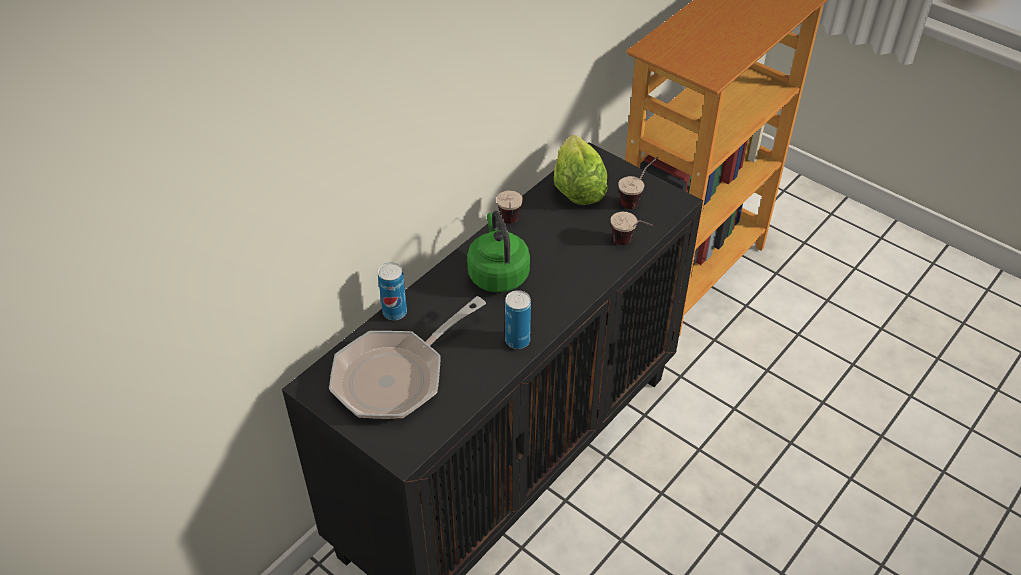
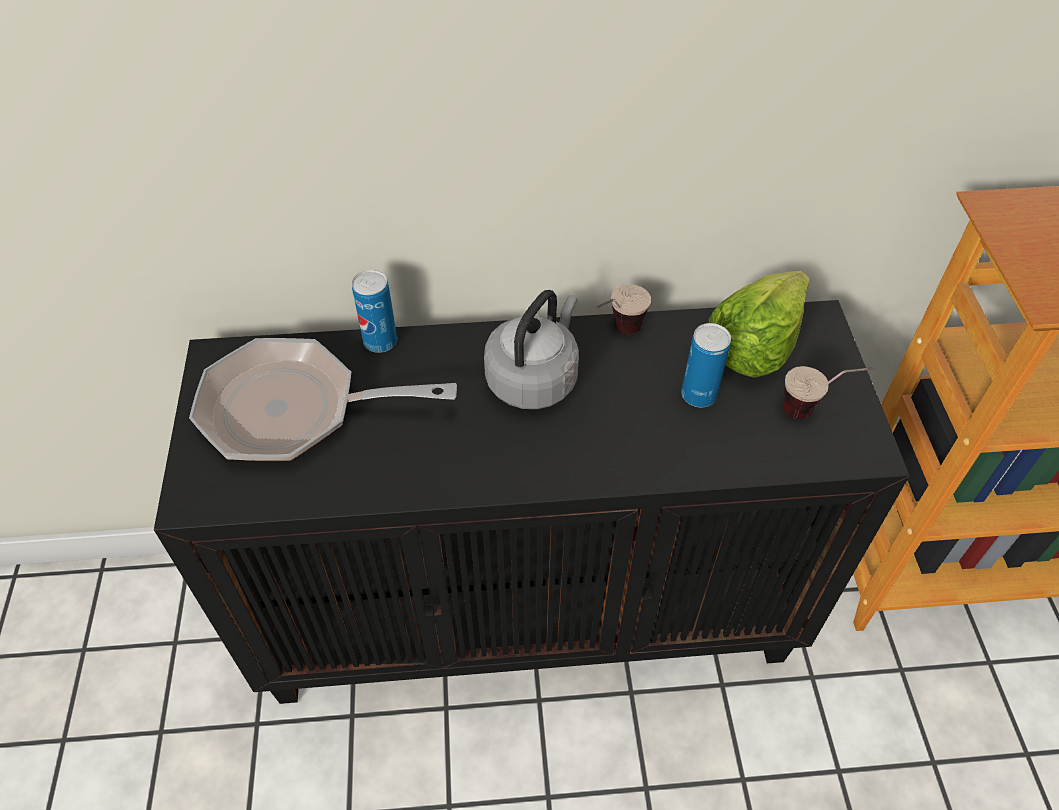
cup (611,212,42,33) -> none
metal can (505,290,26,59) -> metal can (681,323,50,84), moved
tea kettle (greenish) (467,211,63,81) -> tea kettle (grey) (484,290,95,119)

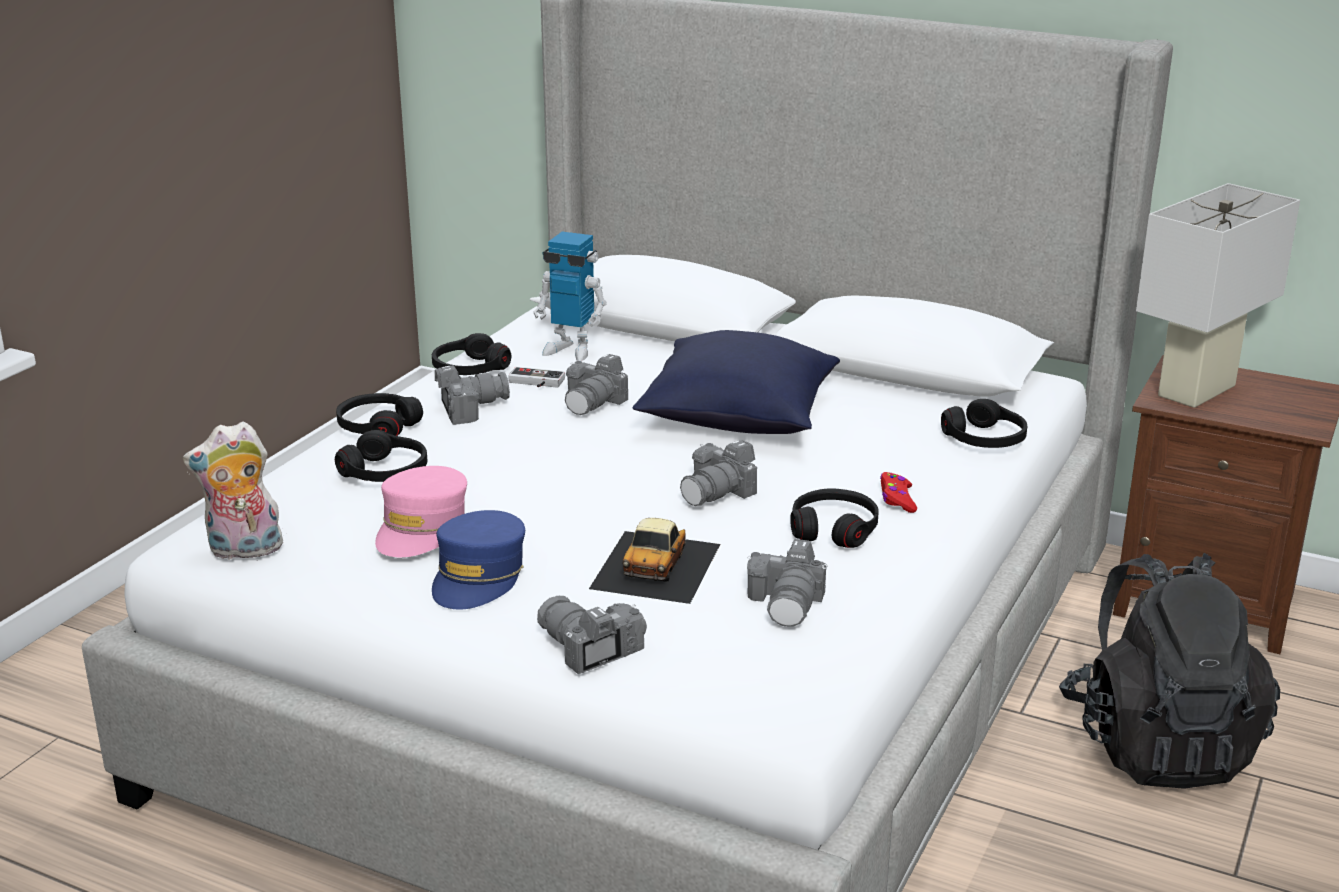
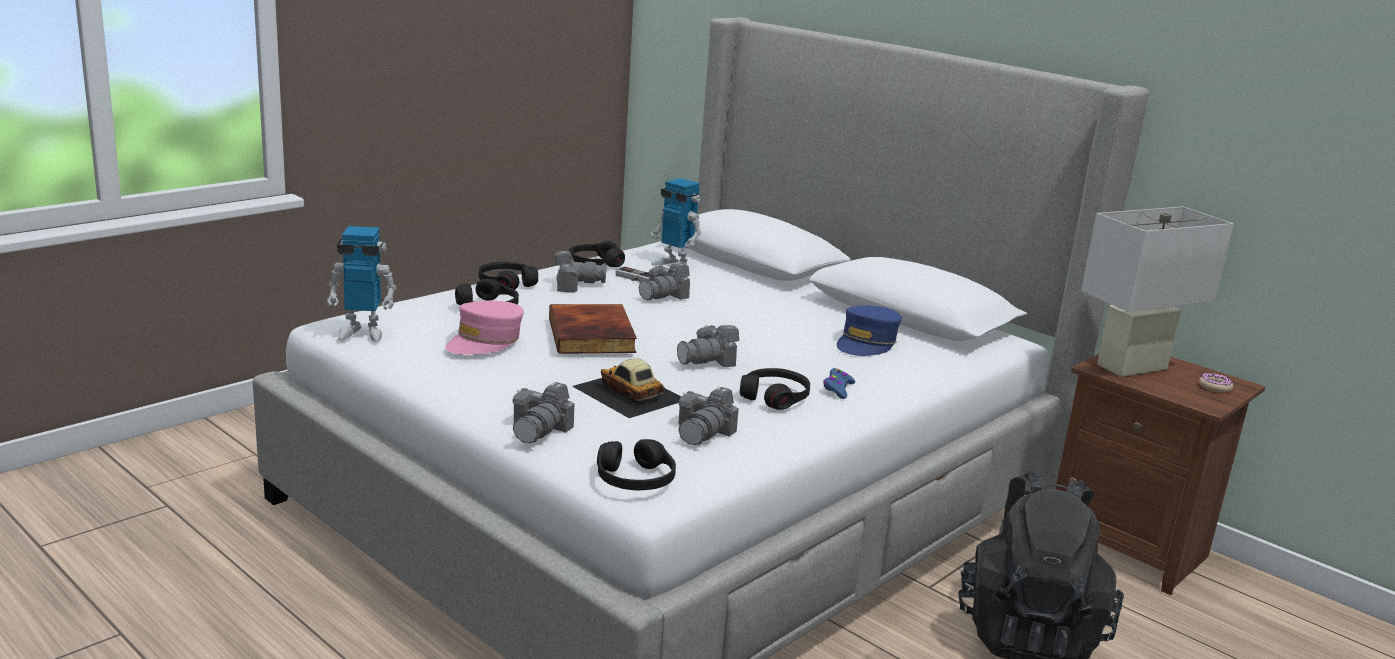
throw pillow (blue-coloured) (632,330,208,104) -> none
none -> volume (549,304,88,50)
none -> ring doughnut (1199,373,34,20)
cap (blue-coloured) (432,510,93,99) -> cap (blue-coloured) (837,305,65,51), moved
headset (black-coloured) (941,399,86,49) -> headset (black-coloured) (597,439,79,51), moved
cuddly toy (183,421,100,139) -> model robot (326,226,70,116)
game controller (red-coloured) (880,472,37,41) -> game controller (blue-coloured) (823,368,32,31)
still camera (537,595,110,79) -> still camera (512,382,62,61), 135 degrees counterclockwise
model car (589,518,131,86) -> model car (572,359,109,59), 105 degrees clockwise

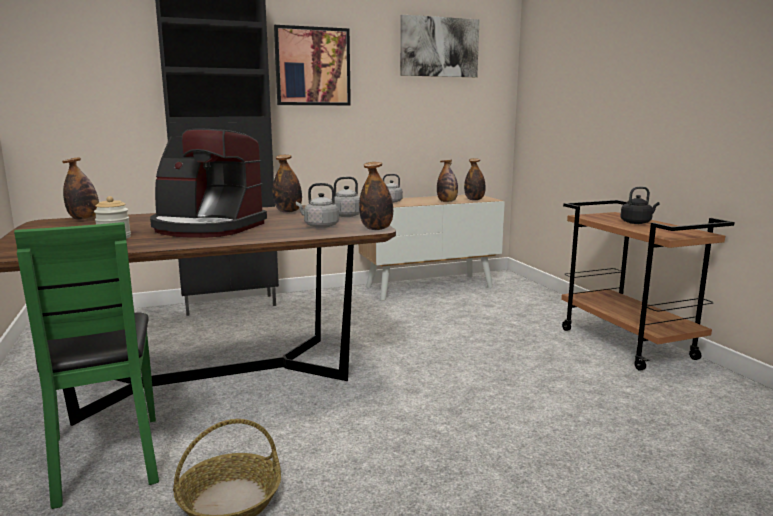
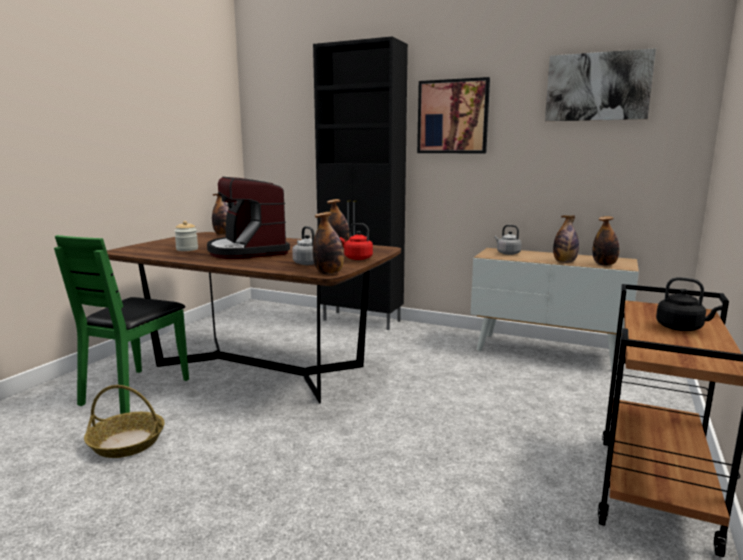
tea kettle (grey) (323,177,37,40) -> tea kettle (red-coloured) (340,223,33,37)

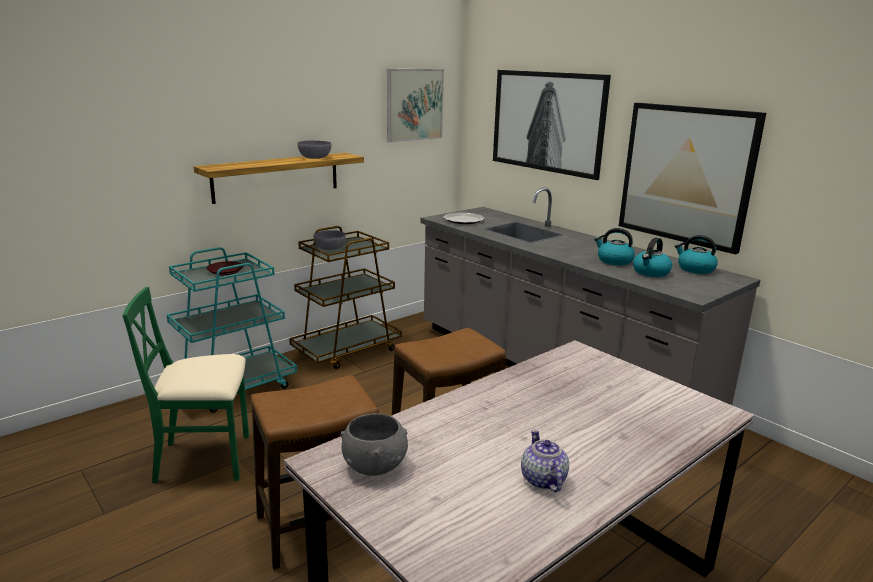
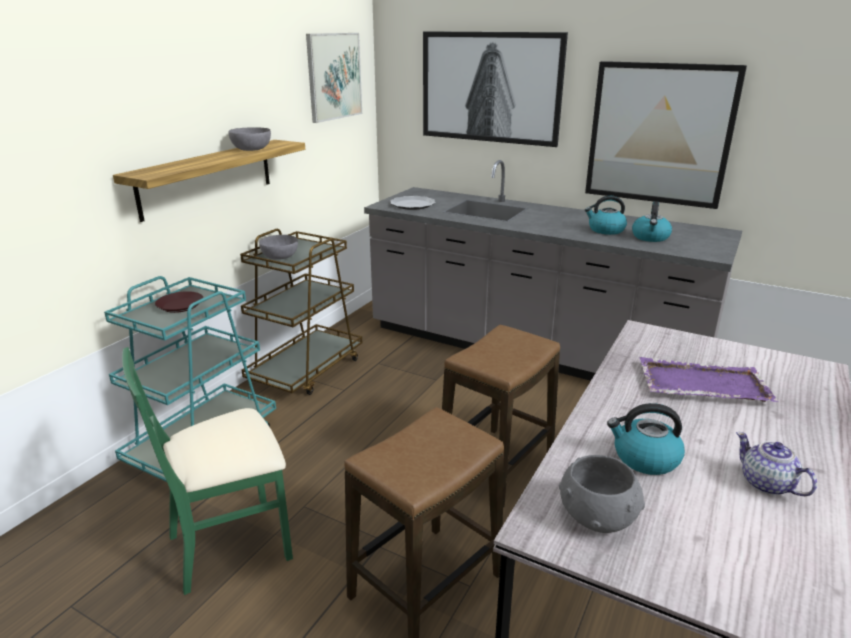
none -> carrying tray (purple) (639,357,140,45)
tea kettle (675,235,43,39) -> tea kettle (607,403,78,72), moved

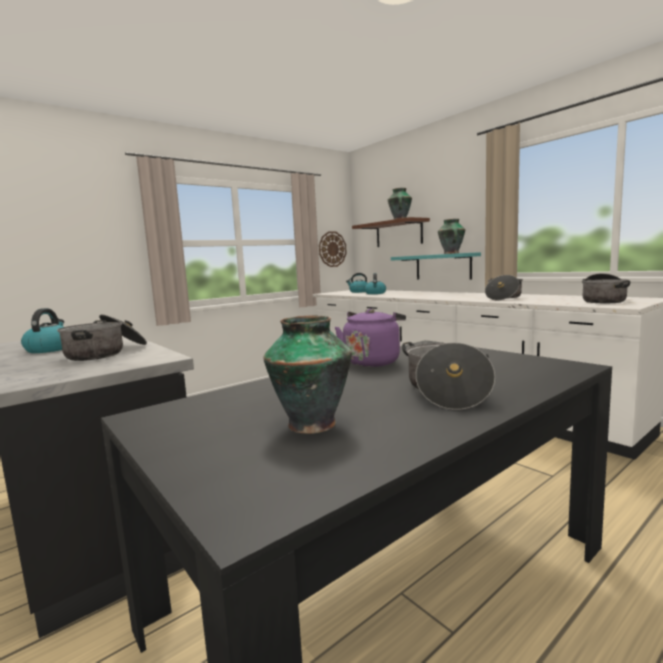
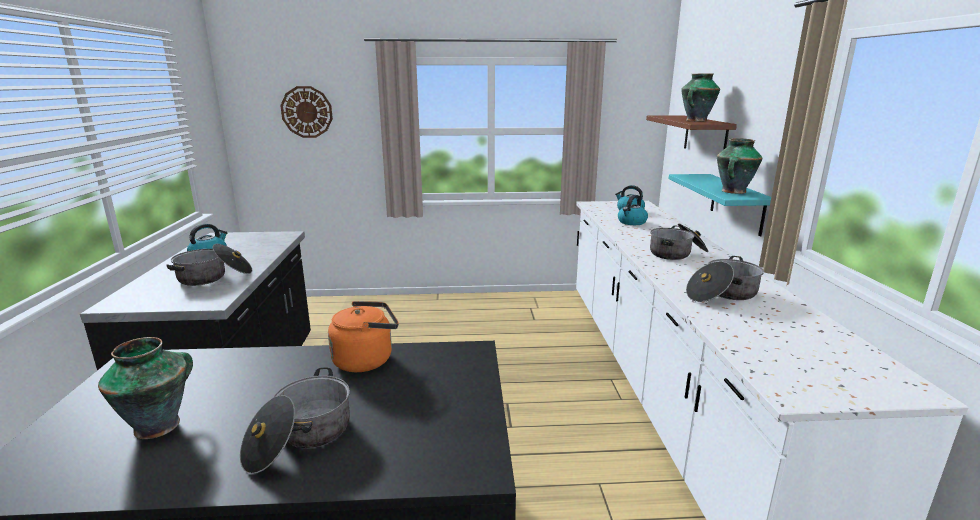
hanging clock (319,231,28,36) -> hanging clock (280,86,53,52), moved
cooking pot (582,273,48,30) -> cooking pot (650,224,58,36), moved
tea kettle (purple) (335,308,71,59) -> tea kettle (orange) (328,301,71,71)

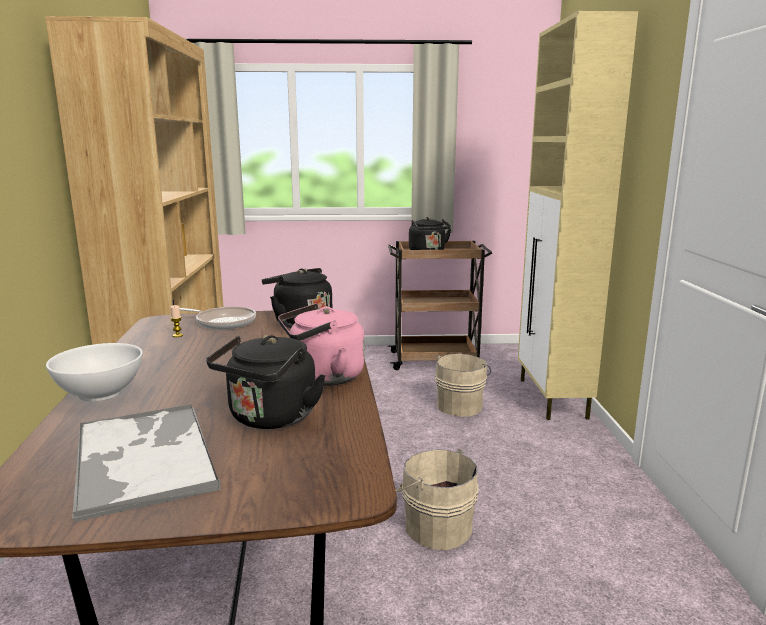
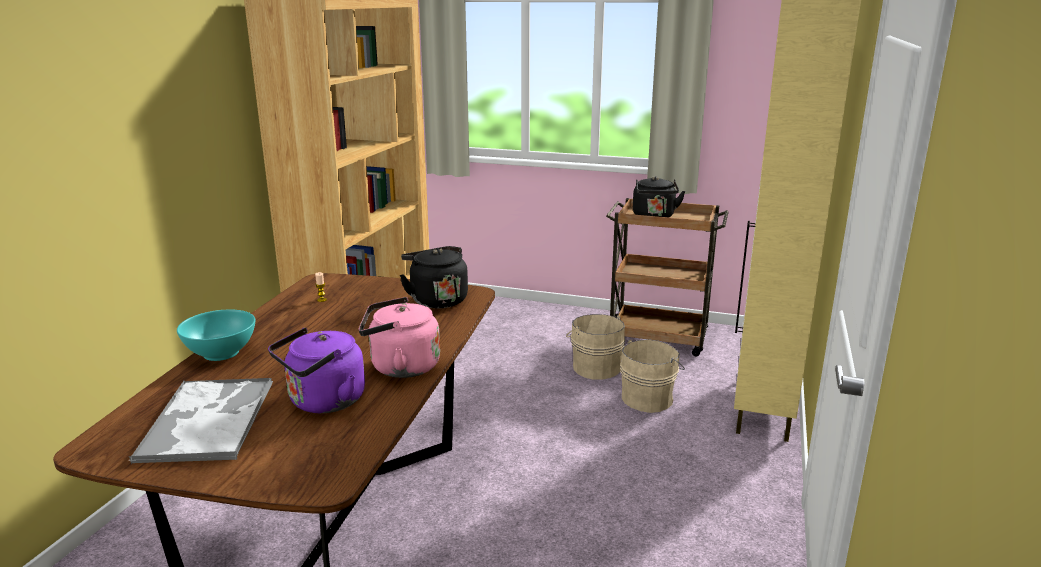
skillet (180,306,76,23) -> none
pail (sand-coloured) (396,449,82,101) -> pail (sand-coloured) (566,314,59,66), moved
deep dish (whitish) (46,343,97,59) -> deep dish (turquoise) (177,310,78,51)
tea kettle (black-coloured) (206,335,120,94) -> tea kettle (purple) (268,327,97,86)

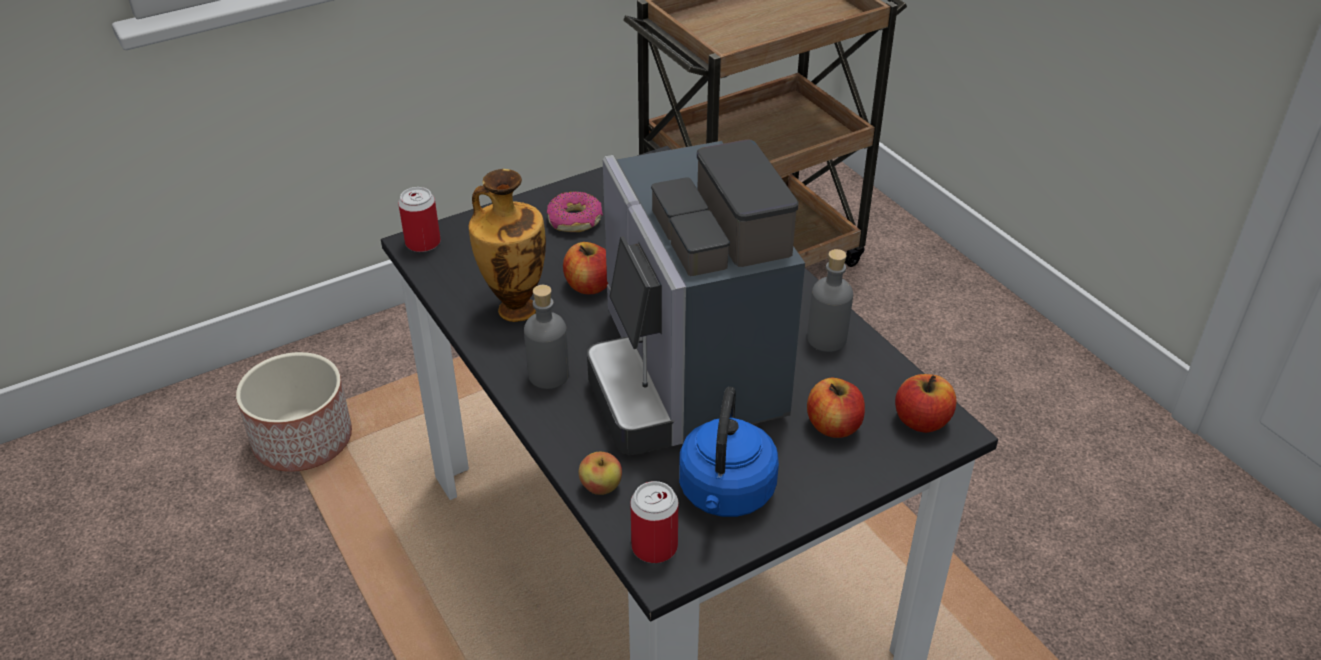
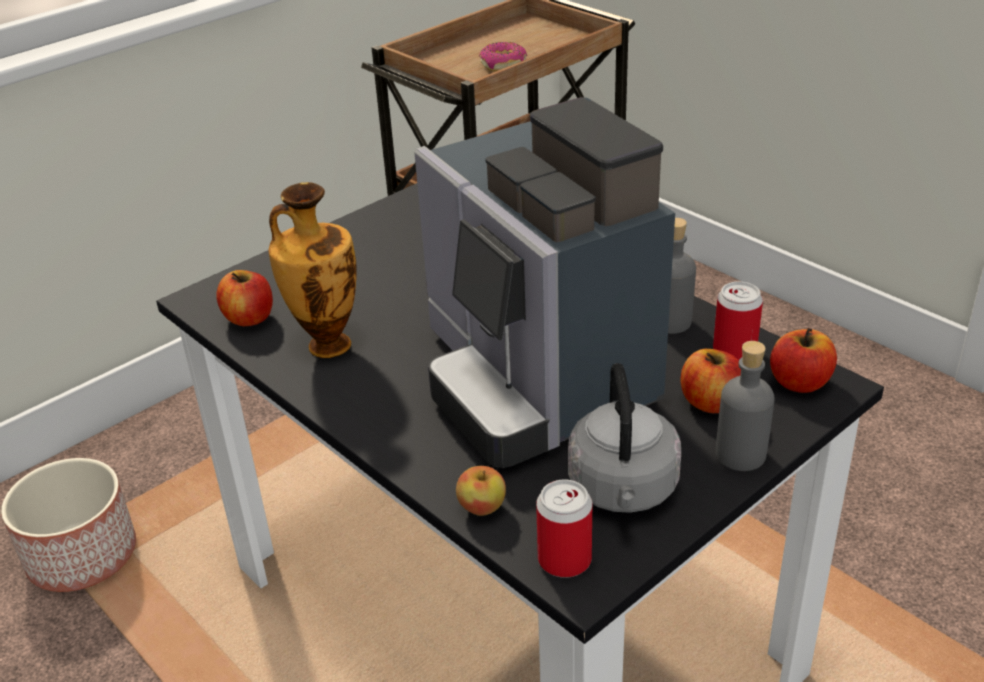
metal can (398,187,43,65) -> metal can (713,281,50,79), moved
beverage bottle (grey) (524,285,45,104) -> beverage bottle (grey) (716,341,59,130), moved
ring doughnut (547,191,56,41) -> ring doughnut (479,42,48,29), moved
whole apple (563,242,45,52) -> whole apple (216,270,57,56), moved
tea kettle (blue-coloured) (679,387,100,130) -> tea kettle (grey) (568,363,113,150)

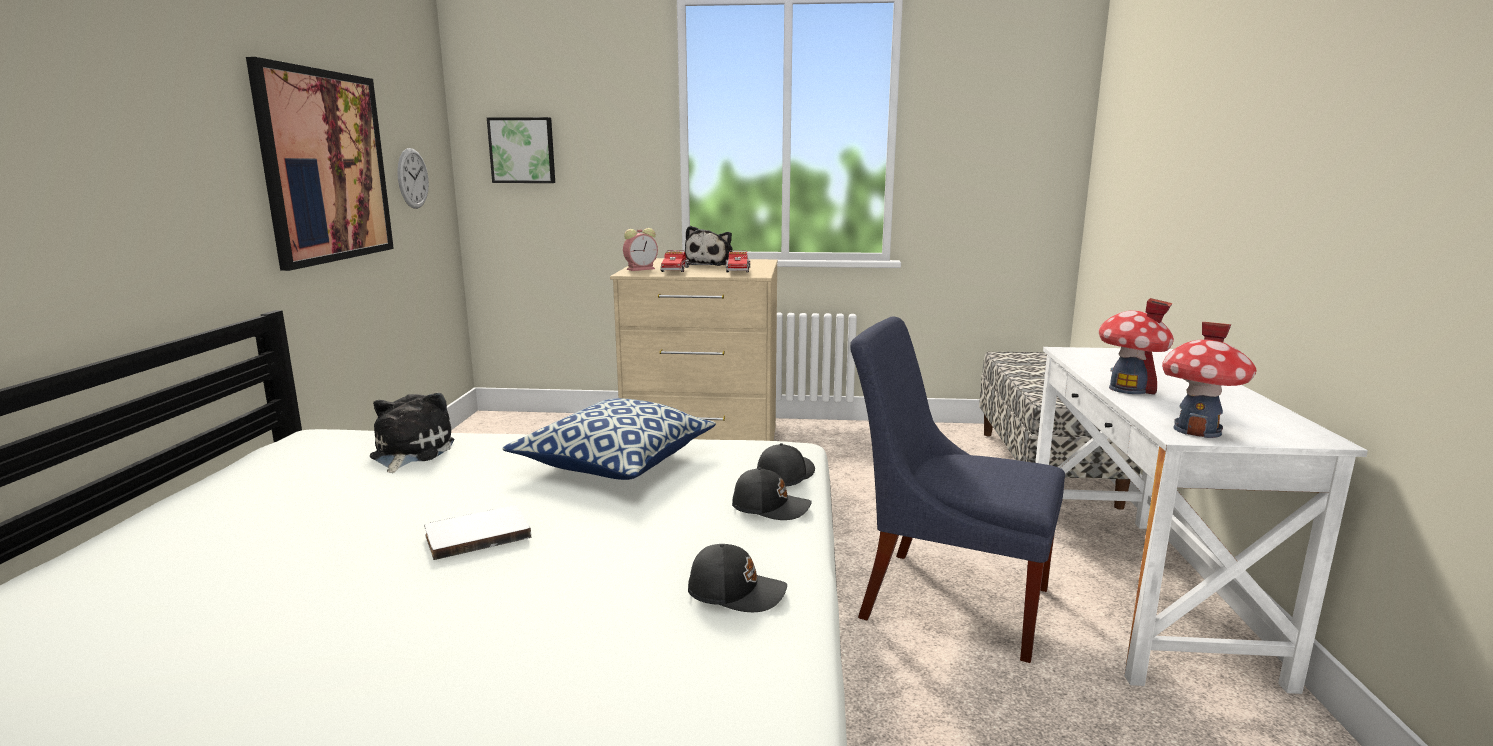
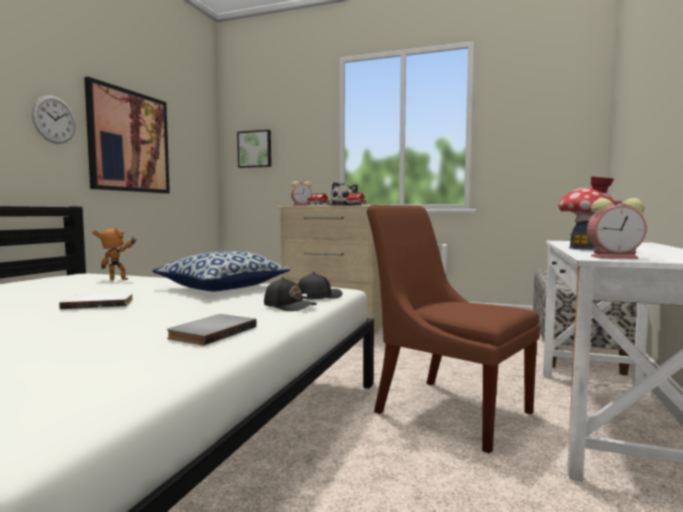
hanging clock (397,148,32,61) -> hanging clock (32,95,44,49), moved
cuddly toy (370,393,84,80) -> model robot (92,228,45,52)
cap (black-coloured) (688,544,99,68) -> volume (grey) (167,314,90,32)
toy house (1162,322,95,116) -> table clock (587,198,60,61)
chair (blue-coloured) (850,317,215,346) -> chair (brownish) (367,205,173,249)

